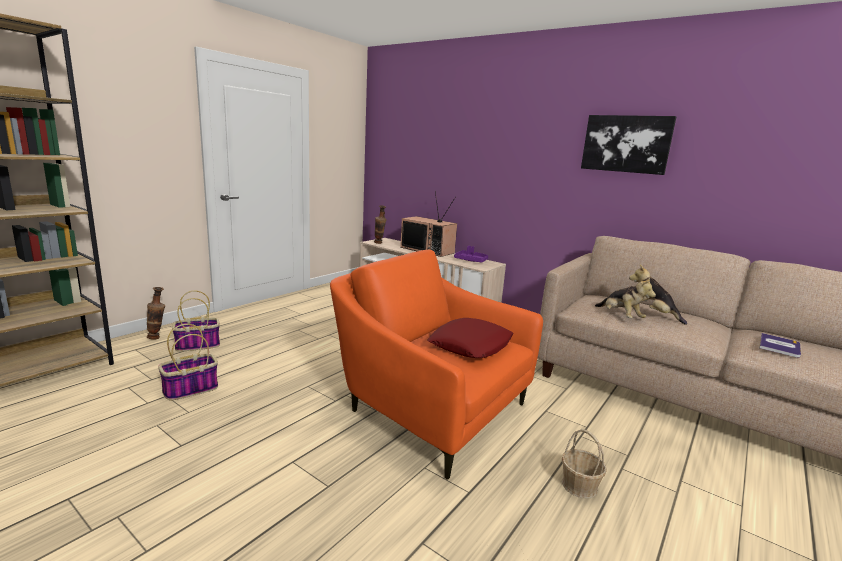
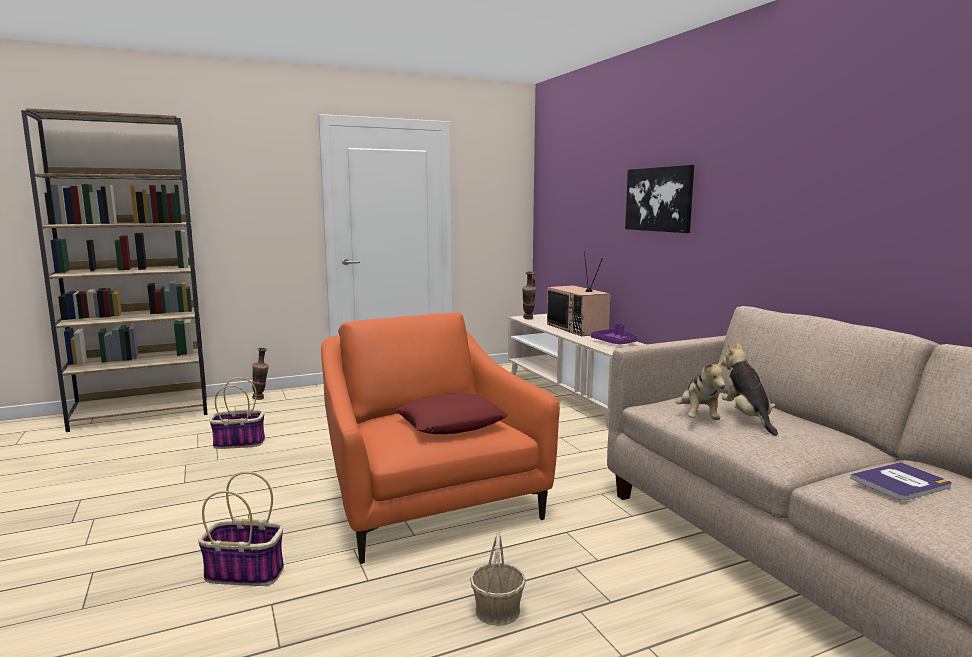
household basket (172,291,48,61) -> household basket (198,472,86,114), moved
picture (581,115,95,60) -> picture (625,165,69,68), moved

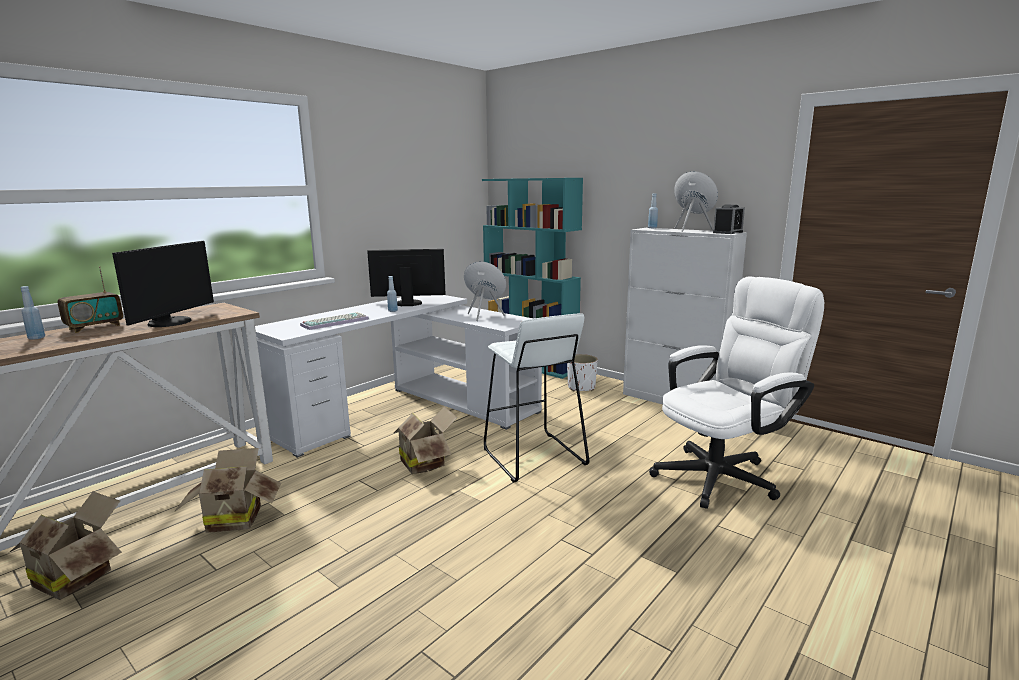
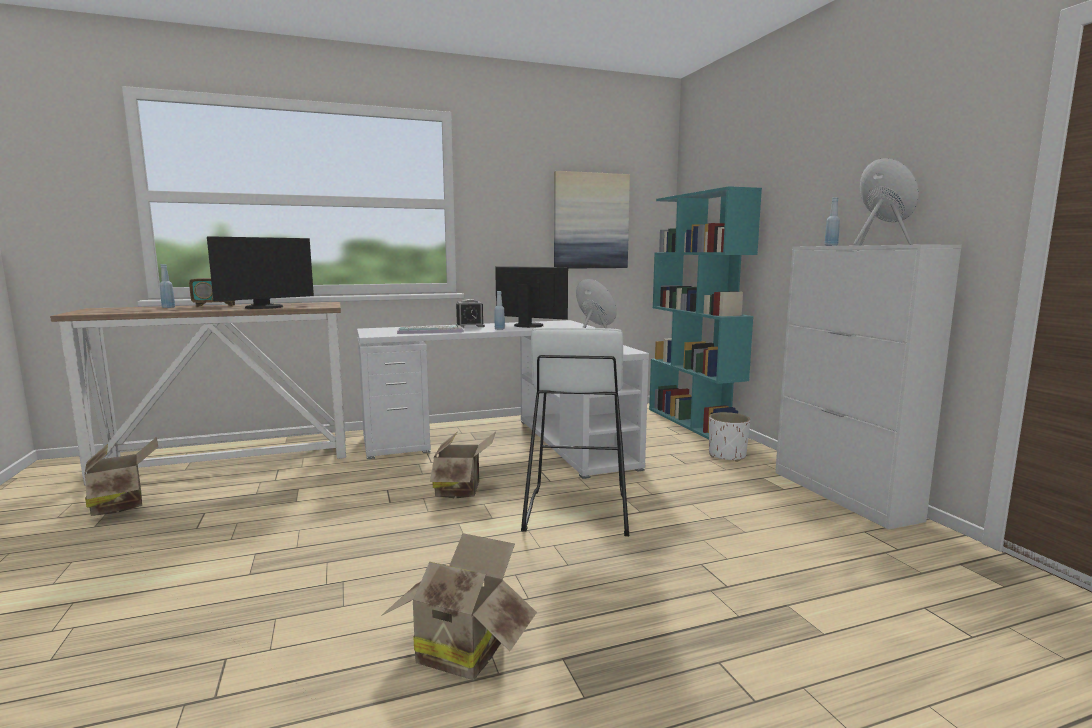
office chair (whitish) (649,276,175,233) -> none
none -> picture (554,171,76,98)
cardboard box (174,448,107,85) -> cardboard box (381,533,156,147), moved
table clock (713,205,32,29) -> table clock (456,299,29,29), moved

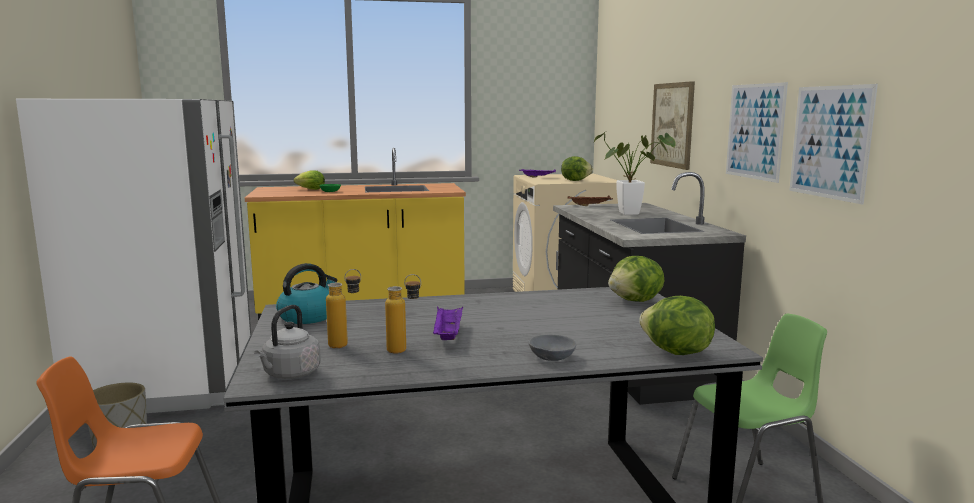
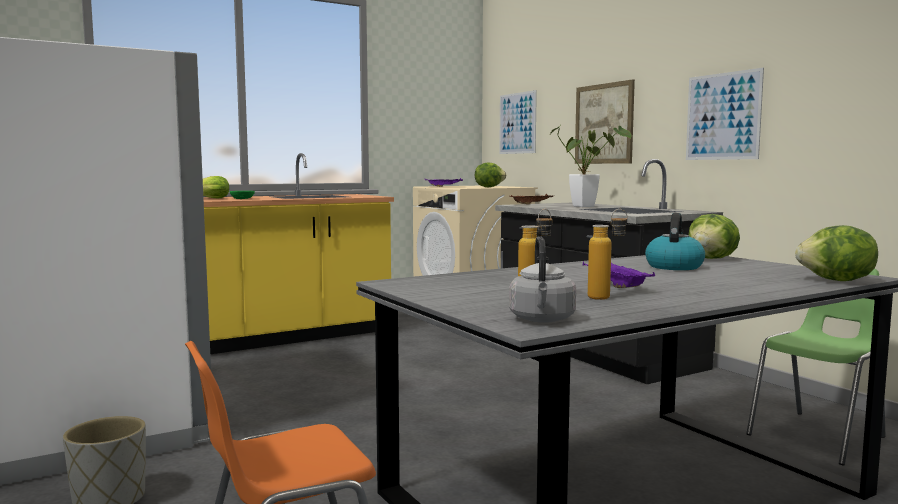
deep dish (grey) (529,335,47,26) -> none
tea kettle (276,263,61,61) -> tea kettle (645,213,60,57), moved
picture (789,84,89,121) -> picture (499,90,38,64), moved

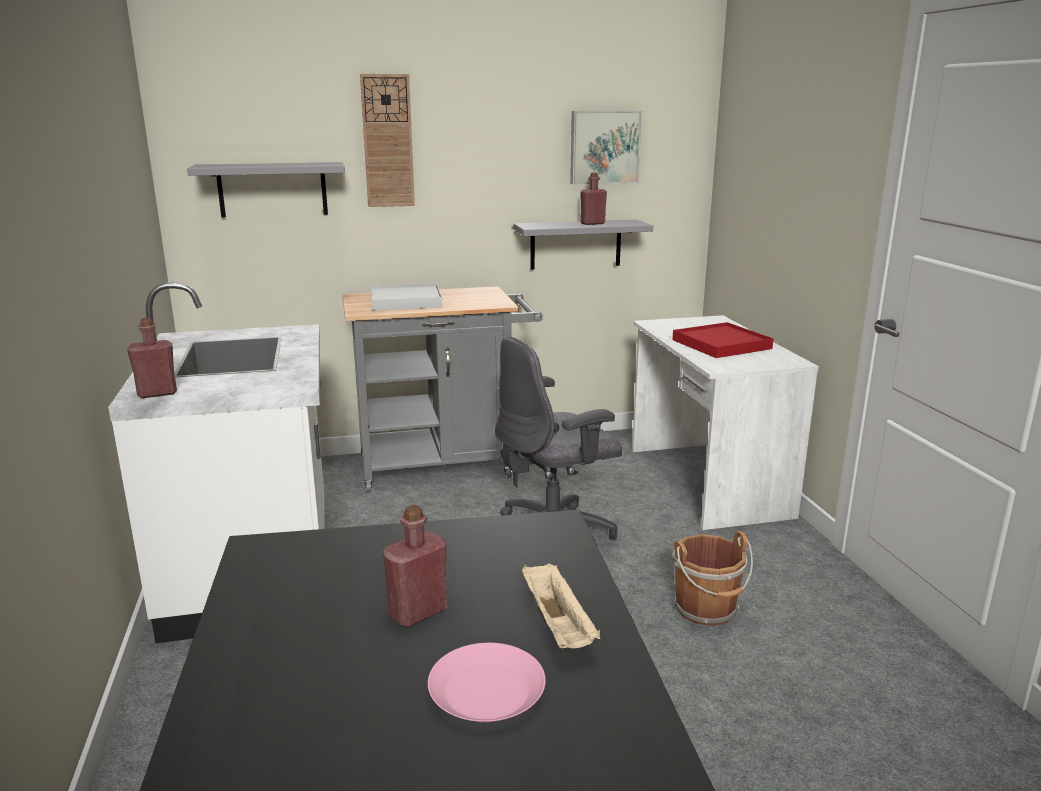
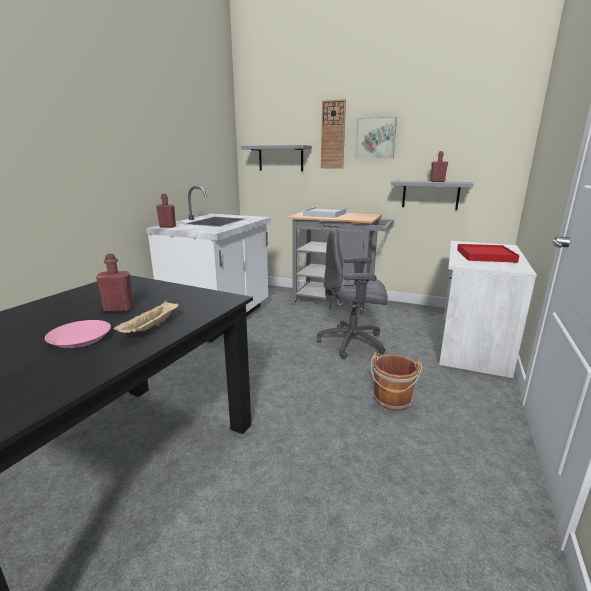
picture (570,111,72,73) -> picture (355,116,42,43), moved

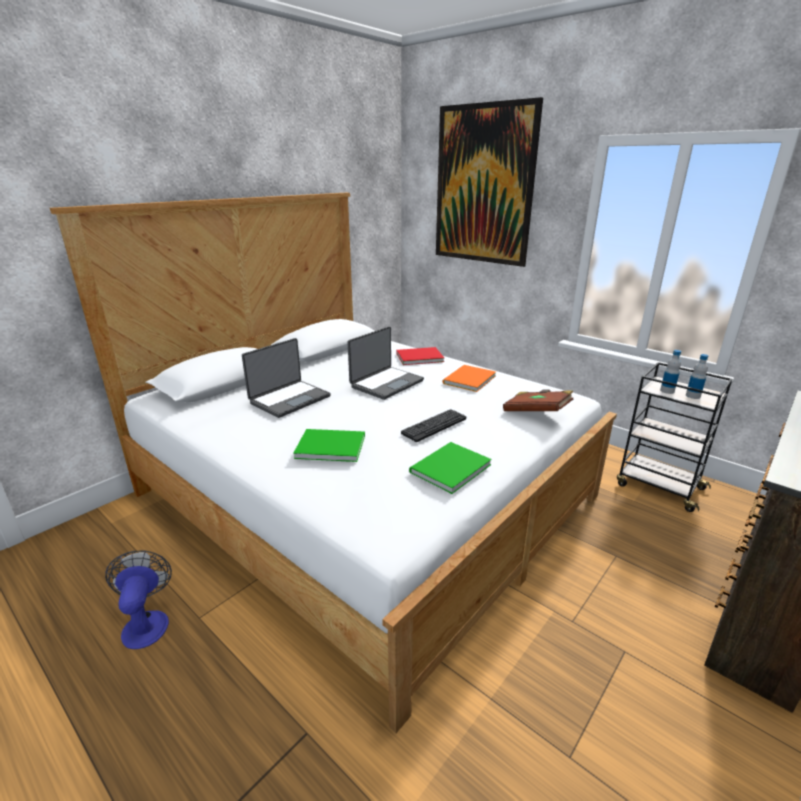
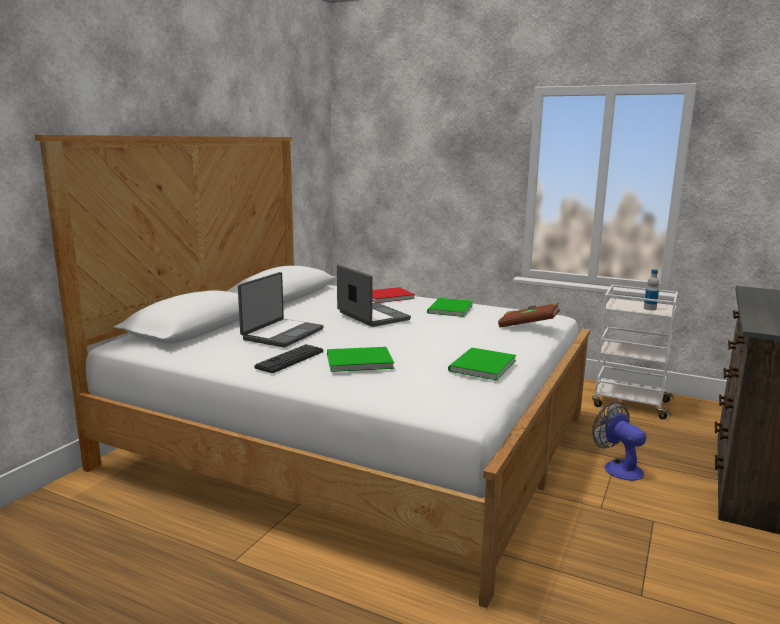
picture (436,97,107,170) -> none
beverage bottle (660,350,21,44) -> none
cooling fan (105,550,67,99) -> cooling fan (592,402,54,79), moved
keyboard (401,409,65,33) -> keyboard (254,344,69,29), moved
volume (orange) (443,365,53,27) -> volume (greenish) (427,298,46,19)
trolley (black-coloured) (617,362,115,150) -> trolley (whitish) (592,285,86,134)
notebook computer (348,326,76,74) -> notebook computer (337,265,74,62), 60 degrees counterclockwise

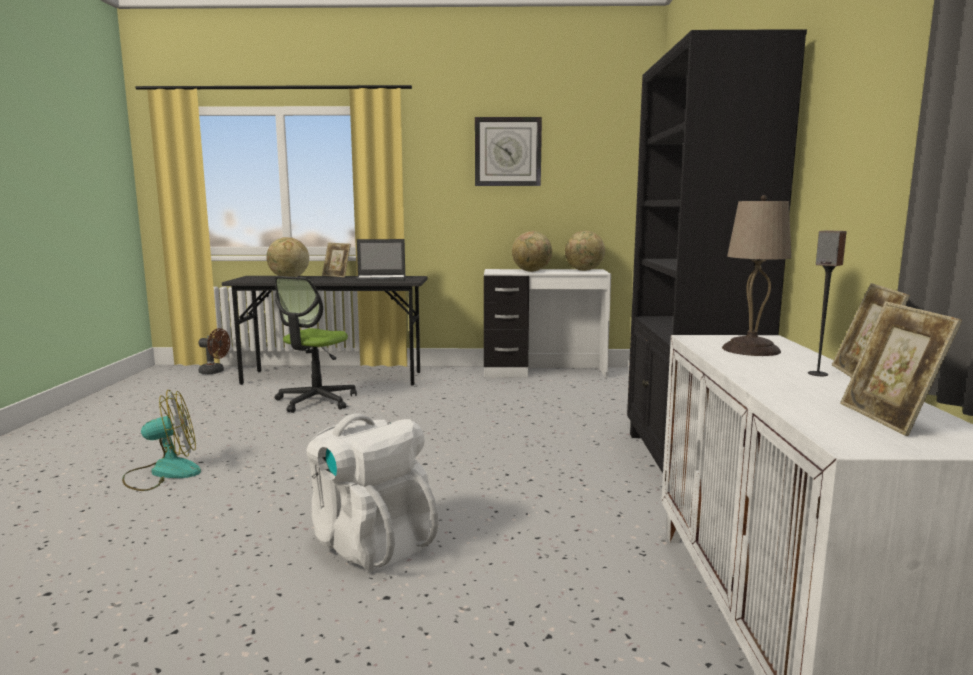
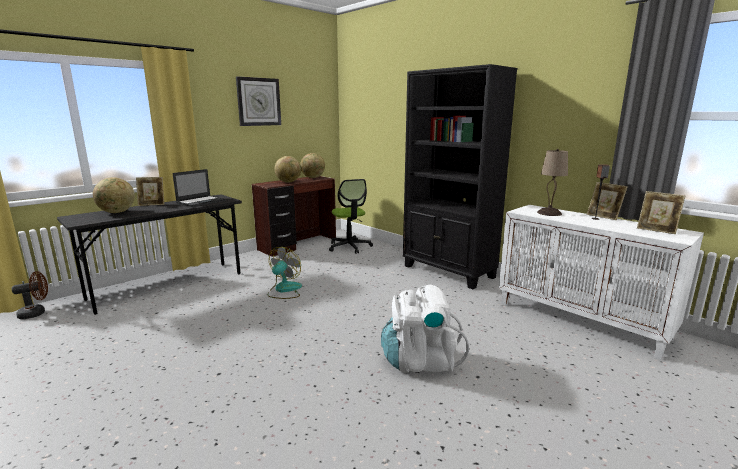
cooling fan (122,390,79,101) -> cooling fan (267,247,35,52), moved
office chair (274,276,83,137) -> office chair (329,179,44,75), moved
desk (whitish) (484,269,127,110) -> desk (brownish) (252,176,84,81)

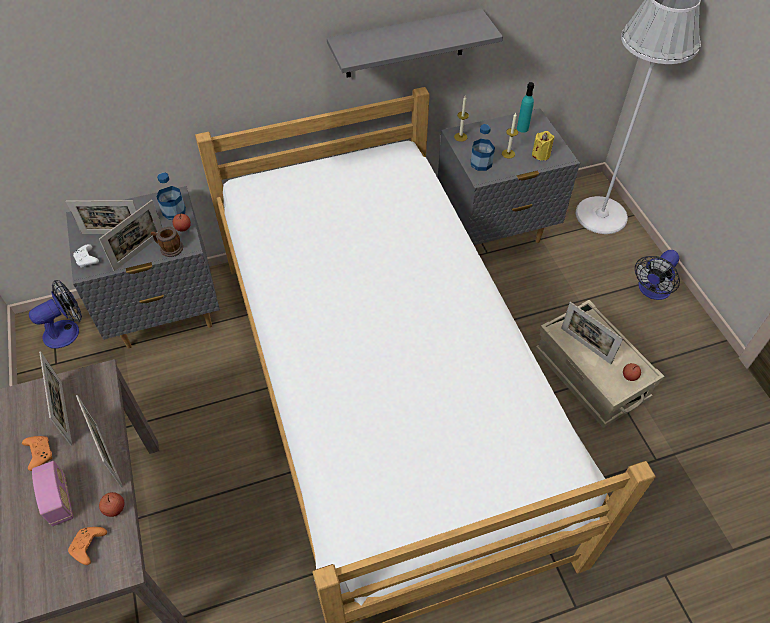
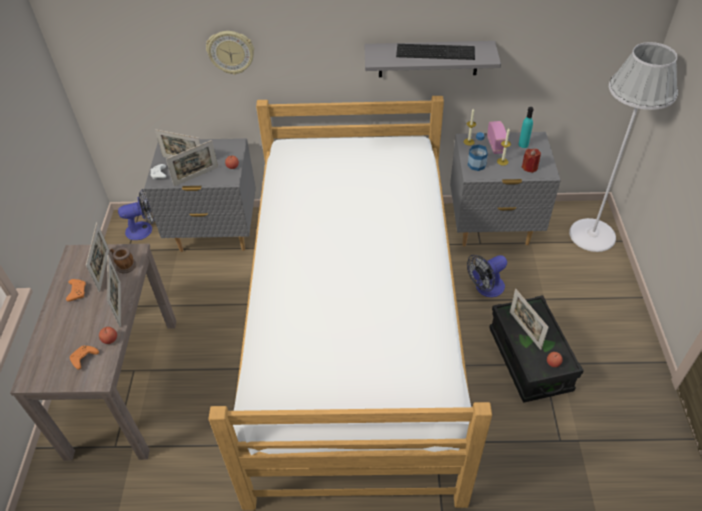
beverage bottle (156,172,30,48) -> none
none -> hanging clock (206,31,48,44)
none -> keyboard (396,44,79,16)
radio set (32,461,41,65) -> radio set (487,121,20,33), moved
tea mug (151,227,32,30) -> tea mug (110,247,26,26), moved
cooling fan (635,250,45,50) -> cooling fan (467,255,40,42), moved
wax light (yellowish) (532,131,23,30) -> wax light (red-coloured) (522,148,19,25)
storage box (sand-coloured) (535,300,129,128) -> storage box (black-coloured) (489,295,95,108)

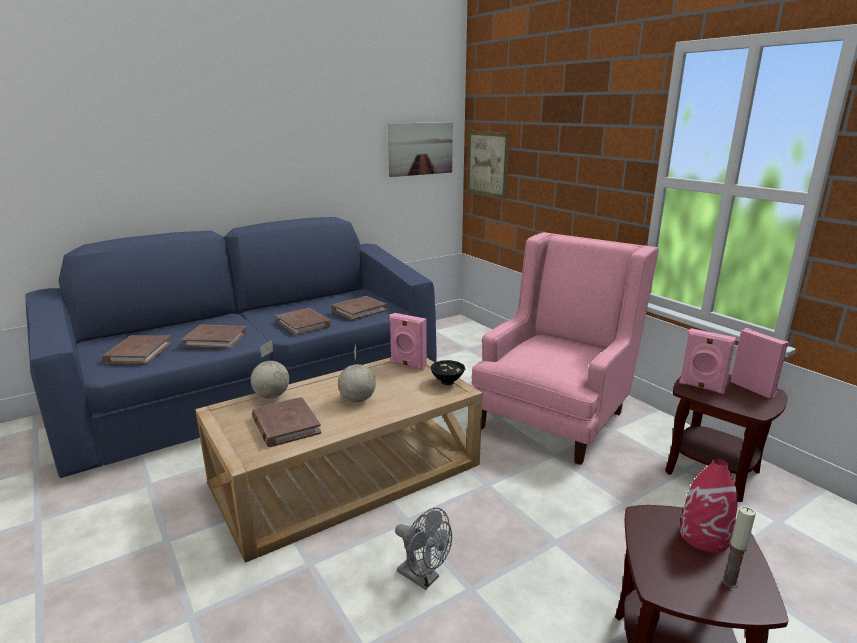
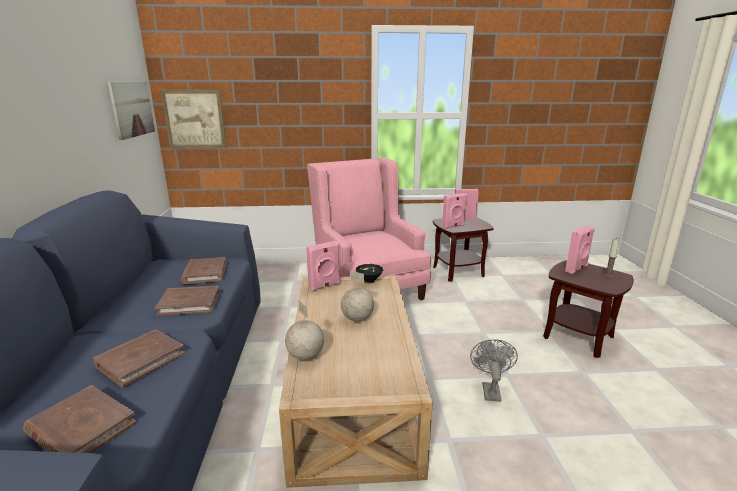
volume (brownish) (252,397,69,50) -> none
vase (red-coloured) (680,459,58,94) -> loudspeaker (pinkish) (565,226,30,48)
cooling fan (grey) (395,507,57,83) -> cooling fan (grey) (470,339,48,63), 60 degrees counterclockwise

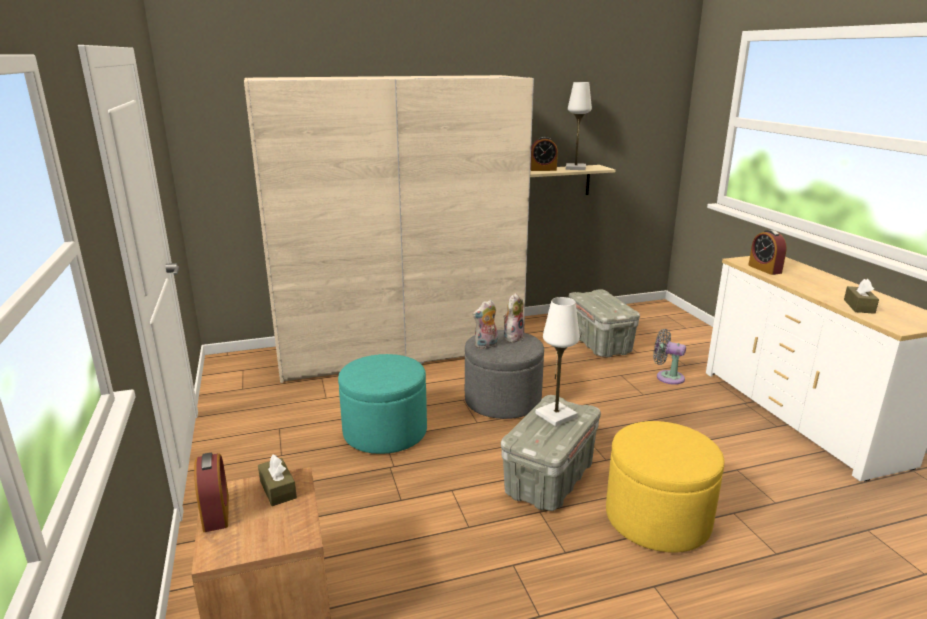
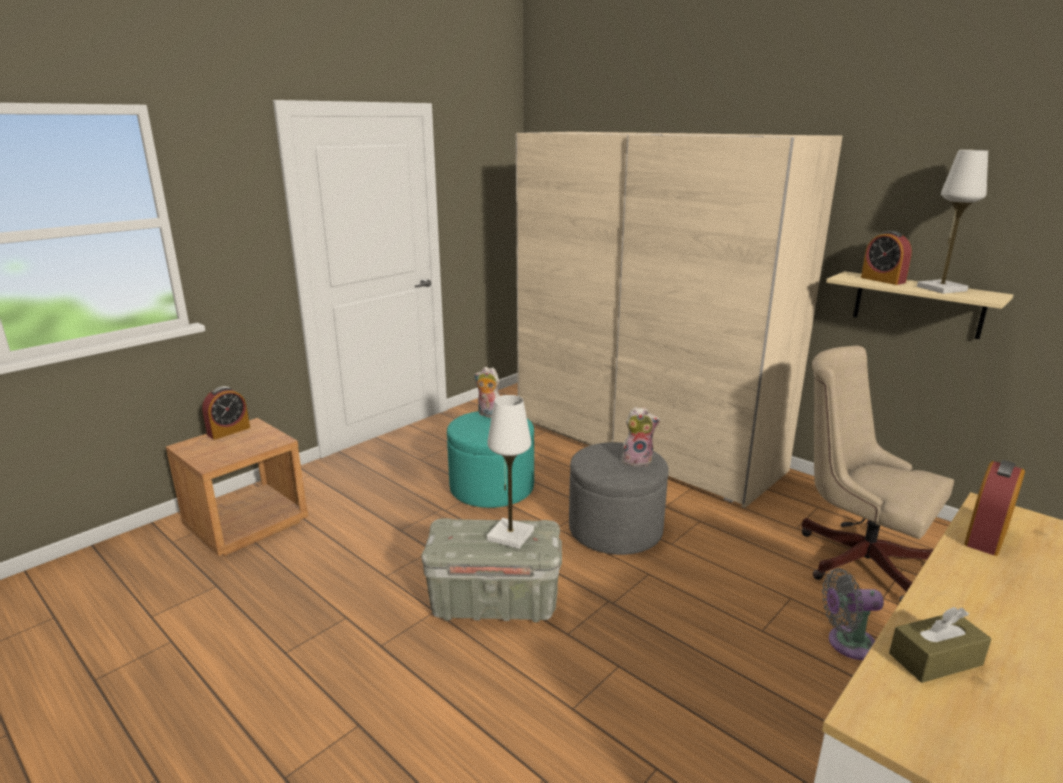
tissue holder (brownish) (258,454,39,52) -> none
footrest (yellowish) (606,421,119,131) -> none
cuddly toy (472,299,26,50) -> cuddly toy (474,367,26,51), moved
storage box (grey) (569,289,71,68) -> office chair (sand-coloured) (802,345,152,256)
cooling fan (grey) (653,329,33,56) -> cooling fan (grey) (822,568,62,92), 90 degrees counterclockwise

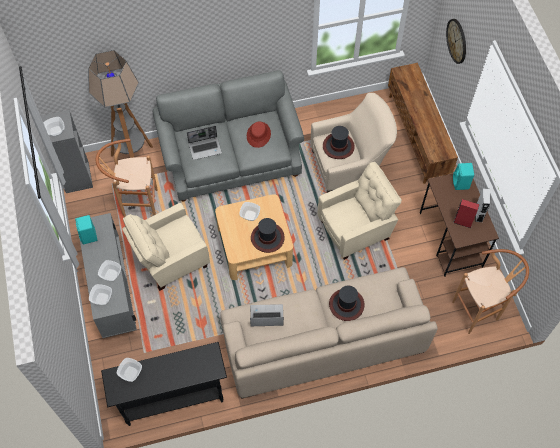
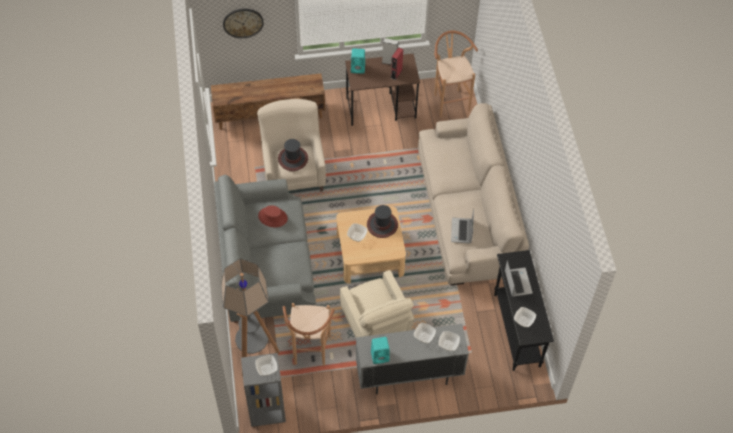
armchair (sand-coloured) (318,162,84,98) -> none
clothing hat (329,285,36,36) -> none
notebook computer (187,126,35,34) -> notebook computer (505,260,28,37), moved

